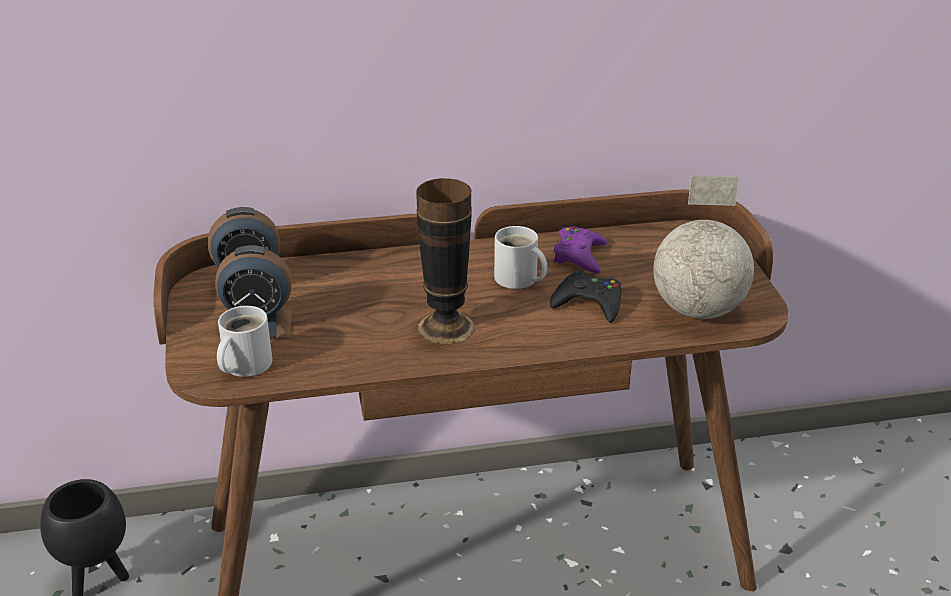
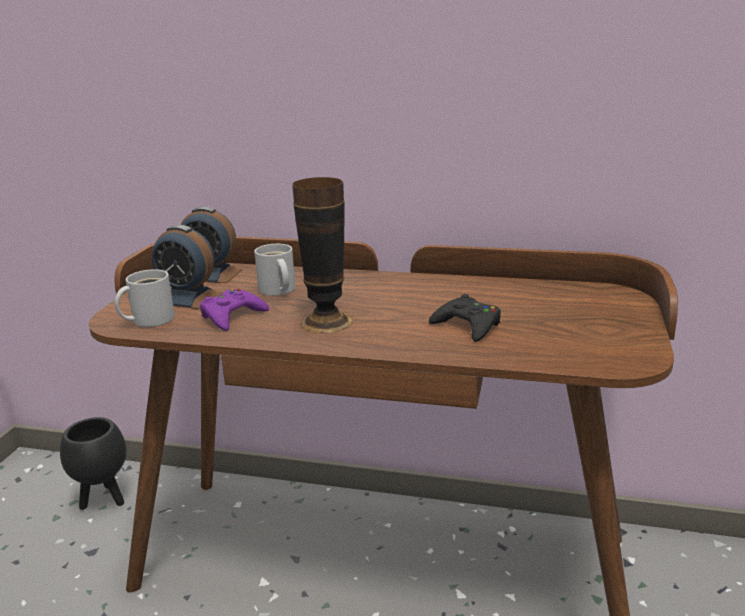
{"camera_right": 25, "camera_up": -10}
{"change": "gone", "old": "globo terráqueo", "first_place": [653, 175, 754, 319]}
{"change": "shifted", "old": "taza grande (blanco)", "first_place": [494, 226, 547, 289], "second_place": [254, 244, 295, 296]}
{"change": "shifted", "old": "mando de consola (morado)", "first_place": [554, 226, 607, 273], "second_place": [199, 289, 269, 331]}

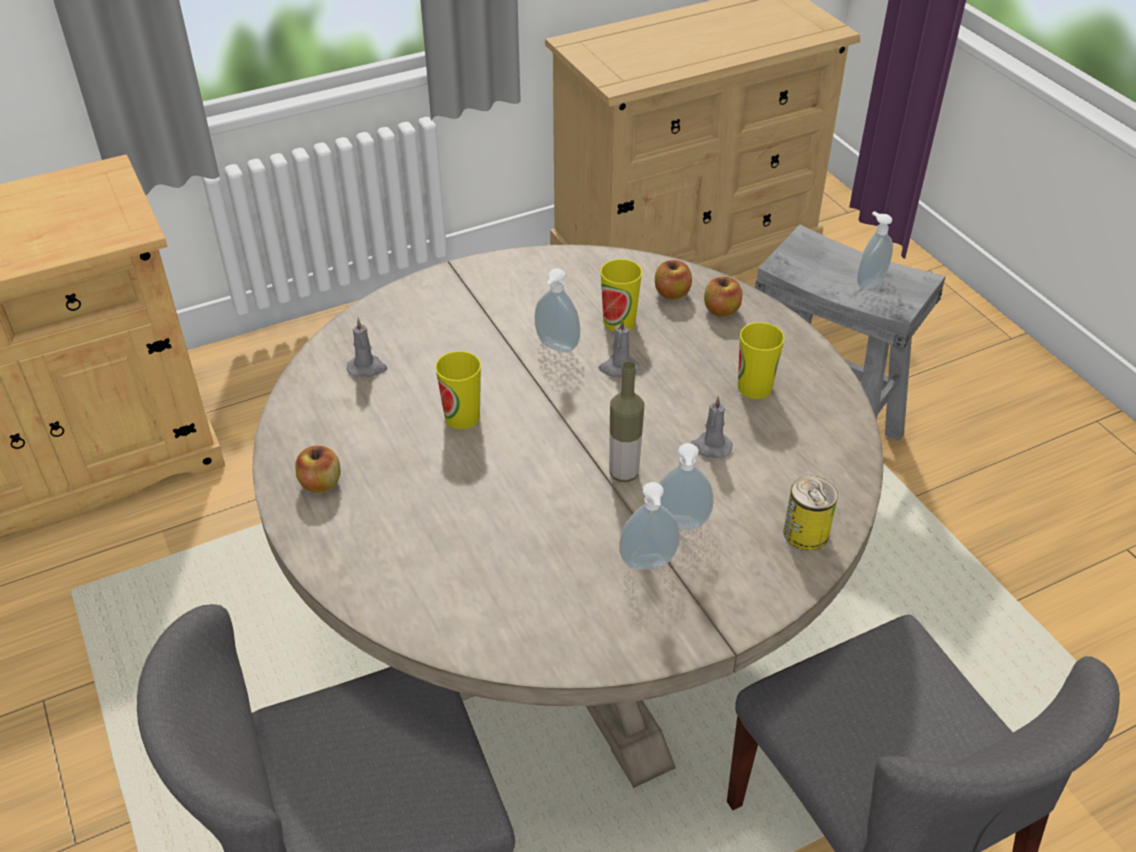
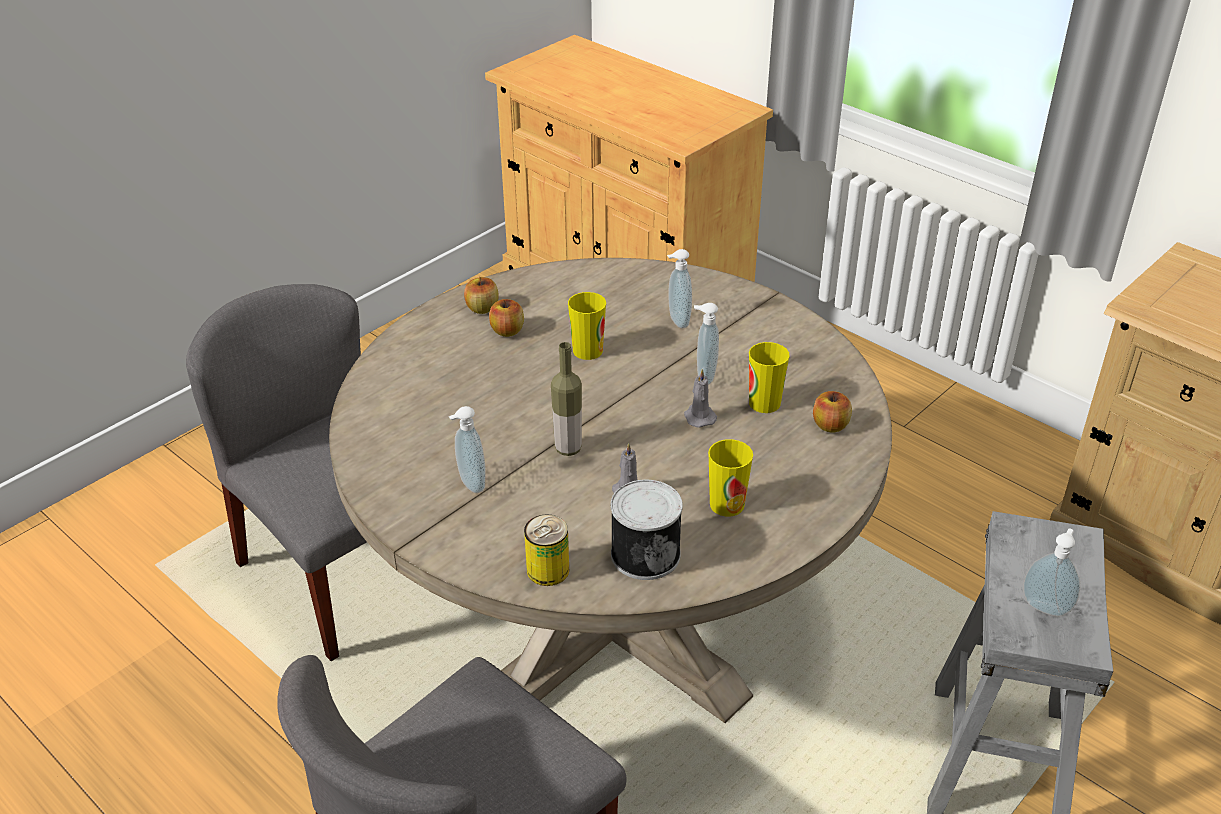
{"camera_right": 70, "camera_up": -5}
{"change": "shifted", "old": "manzana", "first_place": [704, 277, 742, 317], "second_place": [489, 299, 524, 337]}
{"change": "gone", "old": "vela (gris)", "first_place": [347, 318, 387, 377]}
{"change": "shifted", "old": "dispensador de jabón", "first_place": [659, 443, 714, 530], "second_place": [667, 249, 692, 328]}
{"change": "new", "new": "lata", "second_place": [611, 480, 683, 580]}

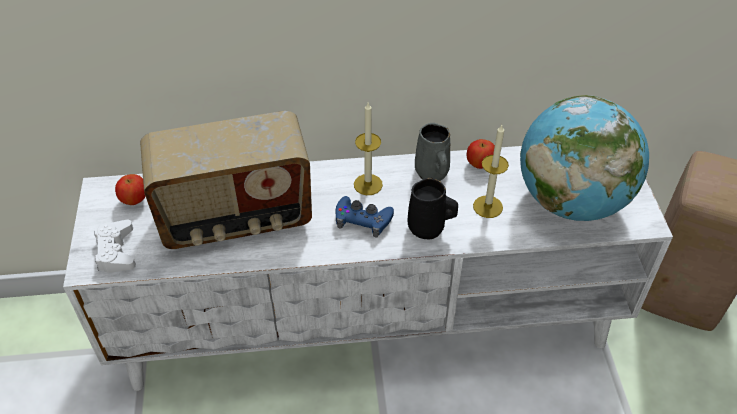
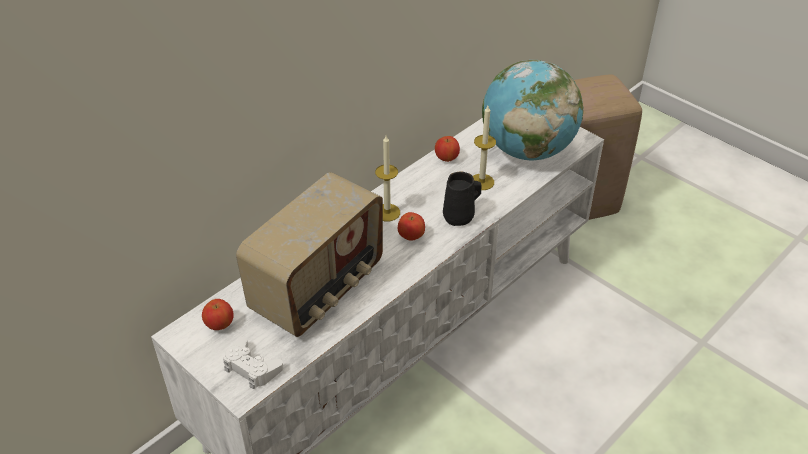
{"camera_right": -40, "camera_up": -5}
{"change": "gone", "old": "taza grande (gris)", "first_place": [415, 123, 450, 181]}
{"change": "swapped", "old": "mando de consola (azul)", "new": "manzana", "first_place": [336, 196, 394, 238], "second_place": [398, 212, 425, 241]}

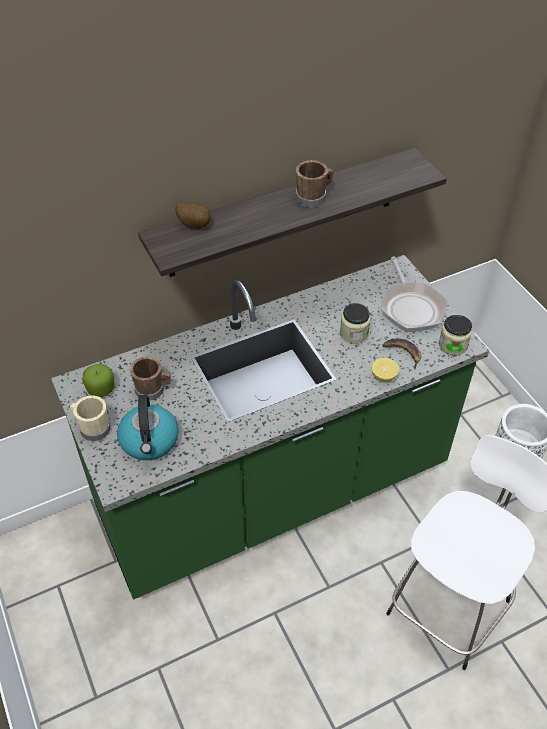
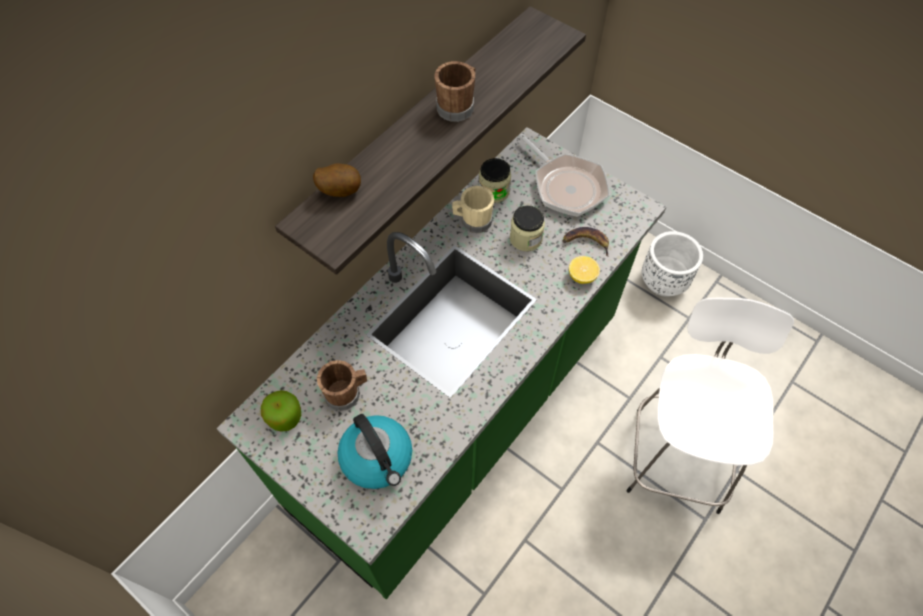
{"camera_right": -25, "camera_up": 10}
{"change": "shifted", "old": "tarro", "first_place": [439, 315, 472, 355], "second_place": [479, 158, 511, 203]}
{"change": "shifted", "old": "taza grande (beis)", "first_place": [70, 395, 111, 441], "second_place": [452, 186, 494, 233]}

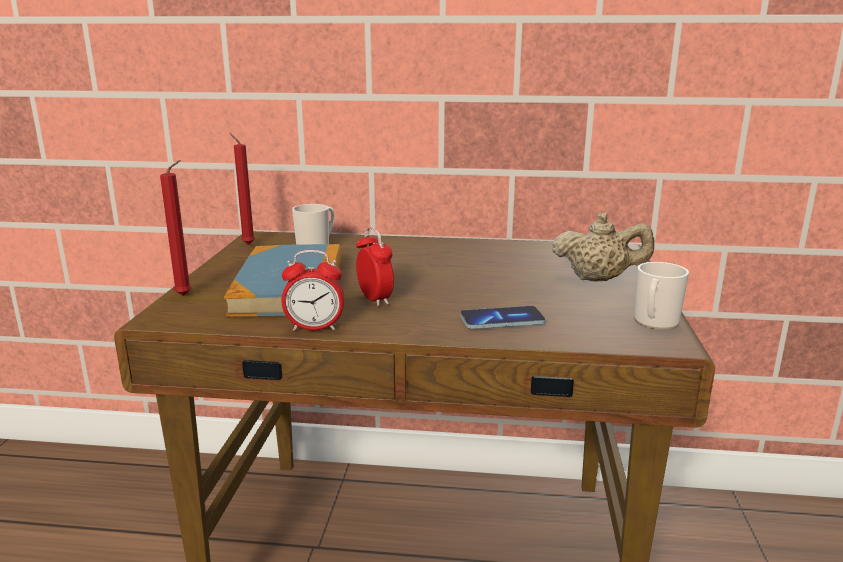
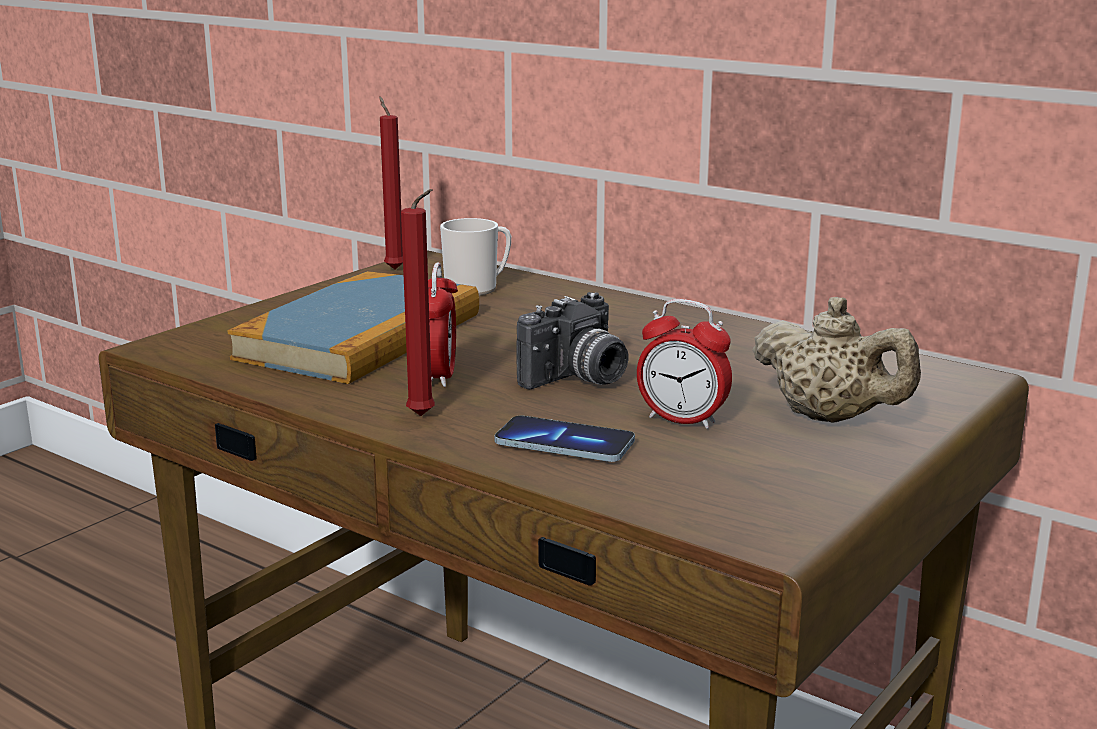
{"camera_right": 30, "camera_up": 0}
{"change": "shifted", "old": "vela (rojo)", "first_place": [160, 160, 192, 296], "second_place": [401, 189, 435, 416]}
{"change": "shifted", "old": "despertador", "first_place": [282, 250, 344, 331], "second_place": [637, 299, 732, 429]}
{"change": "gone", "old": "taza grande", "first_place": [634, 262, 689, 330]}
{"change": "new", "new": "cámara", "second_place": [516, 292, 628, 389]}

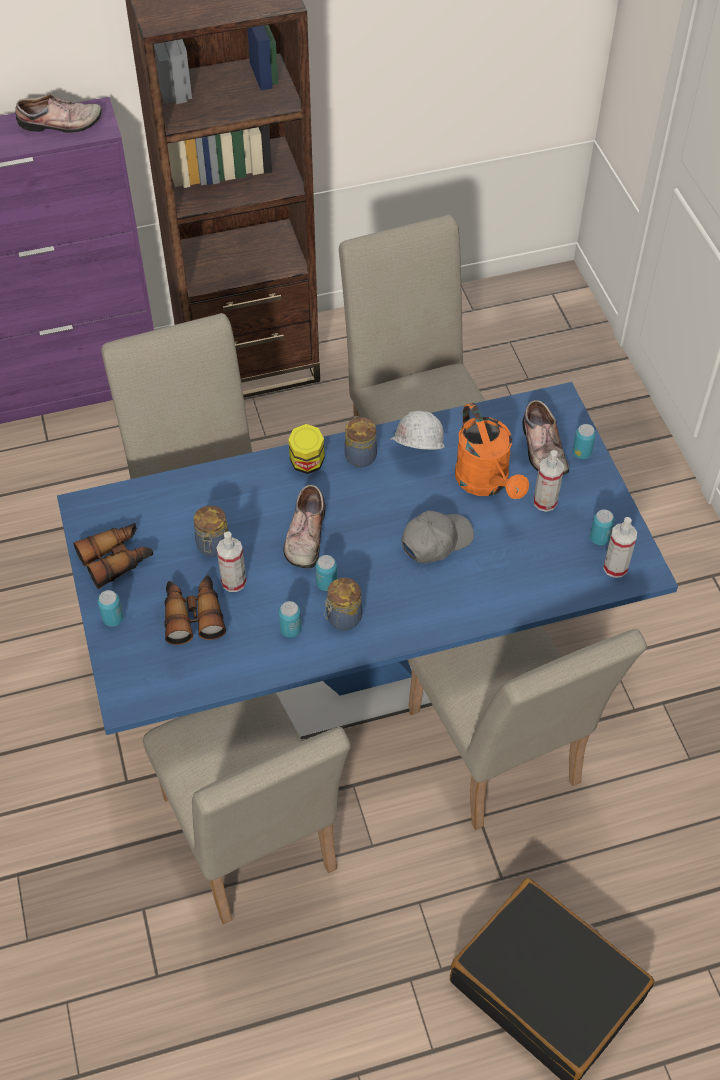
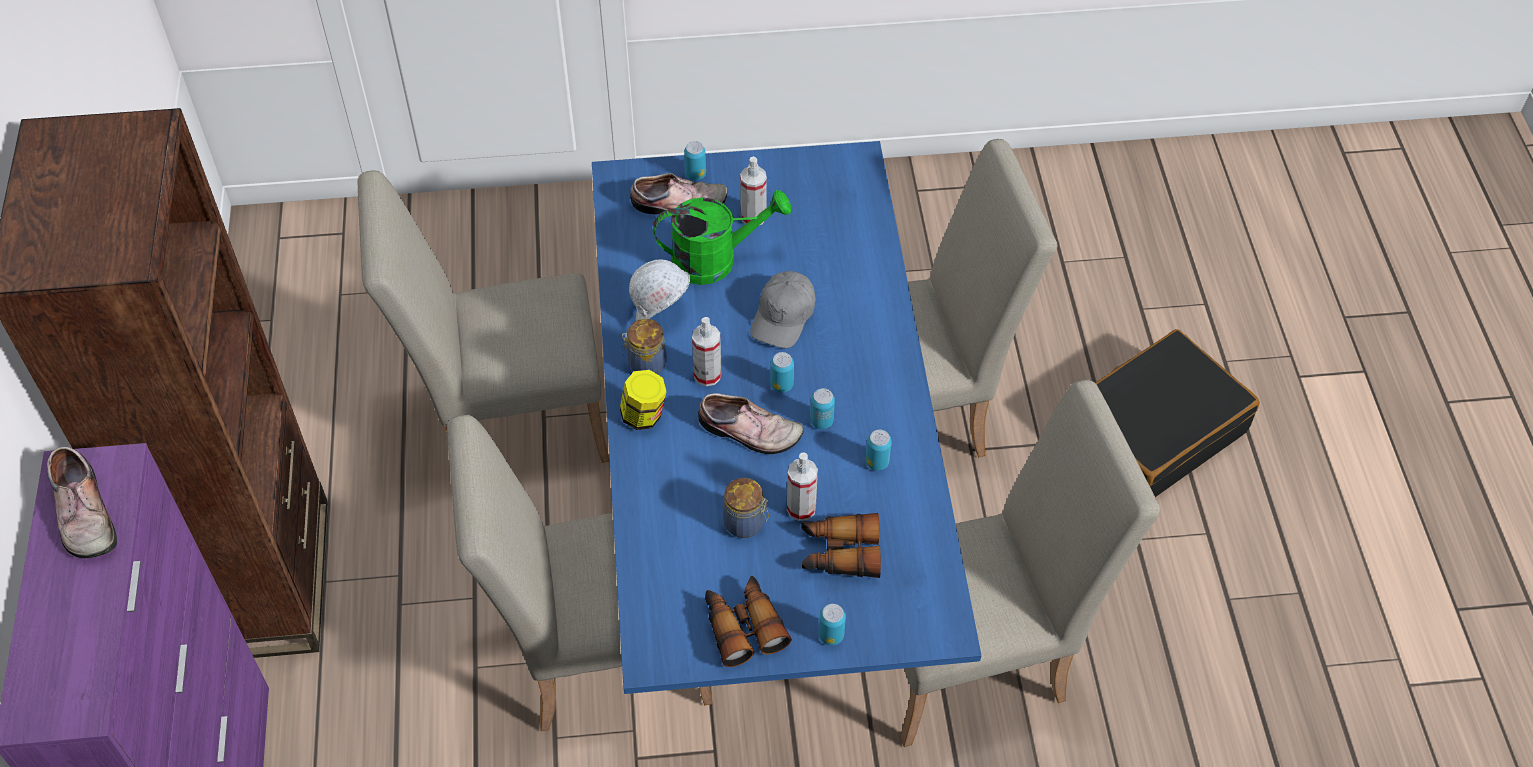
{"camera_right": -80, "camera_up": 0}
{"change": "rotated", "old": "zapato", "first_place": [15, 94, 102, 133], "second_place": [47, 447, 117, 558], "degrees": 150}
{"change": "repainted", "old": "regadera (naranja)", "new": "regadera (verde)", "first_place": [455, 403, 529, 499], "second_place": [653, 190, 791, 285]}
{"change": "shifted", "old": "lata", "first_place": [590, 510, 614, 545], "second_place": [770, 352, 794, 393]}
{"change": "rotated", "old": "gorra (gris)", "first_place": [401, 511, 474, 563], "second_place": [750, 271, 816, 348], "degrees": -135}
{"change": "shifted", "old": "pulverizador", "first_place": [603, 517, 637, 578], "second_place": [692, 317, 721, 386]}
{"change": "gone", "old": "tarro", "first_place": [324, 578, 362, 630]}

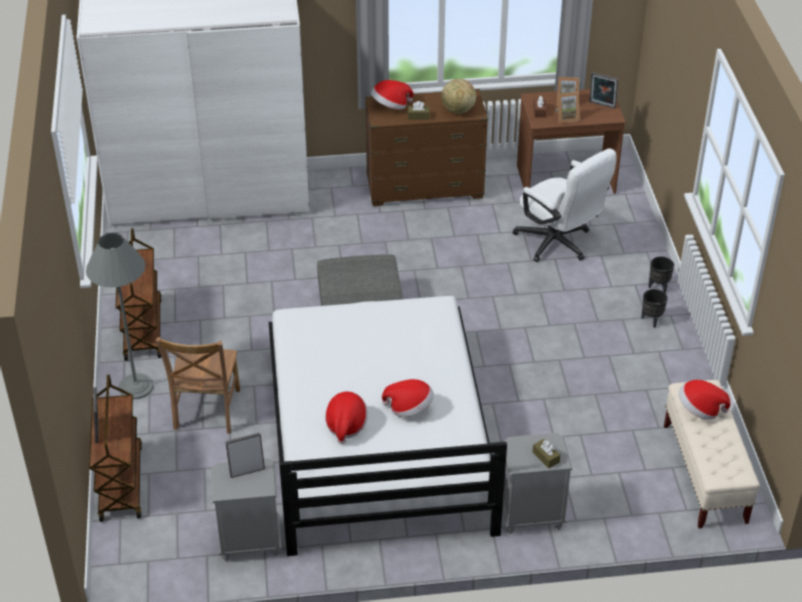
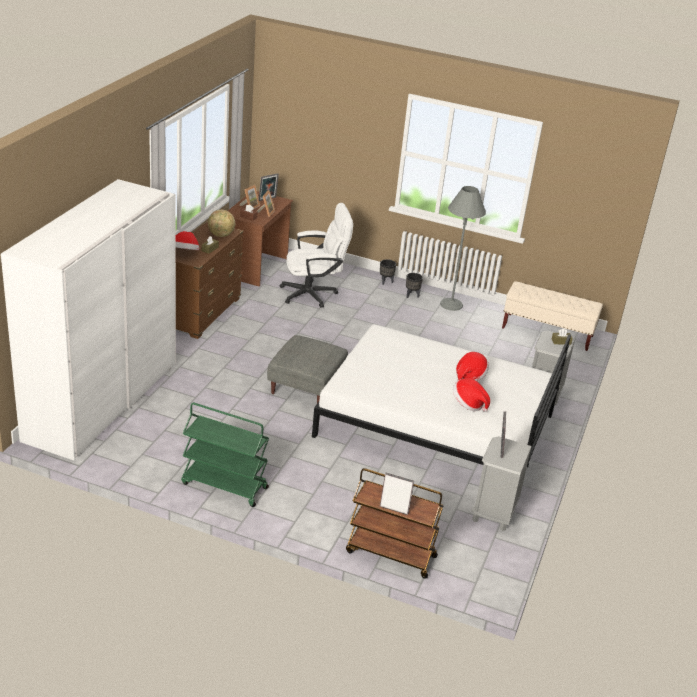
{"camera_right": -65, "camera_up": -10}
{"change": "repainted", "old": "carrito (marrón)", "new": "carrito (verde)", "first_place": [116, 228, 162, 361], "second_place": [181, 403, 269, 507]}
{"change": "shifted", "old": "lámpara de pie (gris)", "first_place": [86, 233, 154, 399], "second_place": [440, 186, 486, 311]}
{"change": "gone", "old": "silla (marrón)", "first_place": [155, 337, 240, 434]}
{"change": "gone", "old": "sombrero", "first_place": [679, 380, 730, 420]}

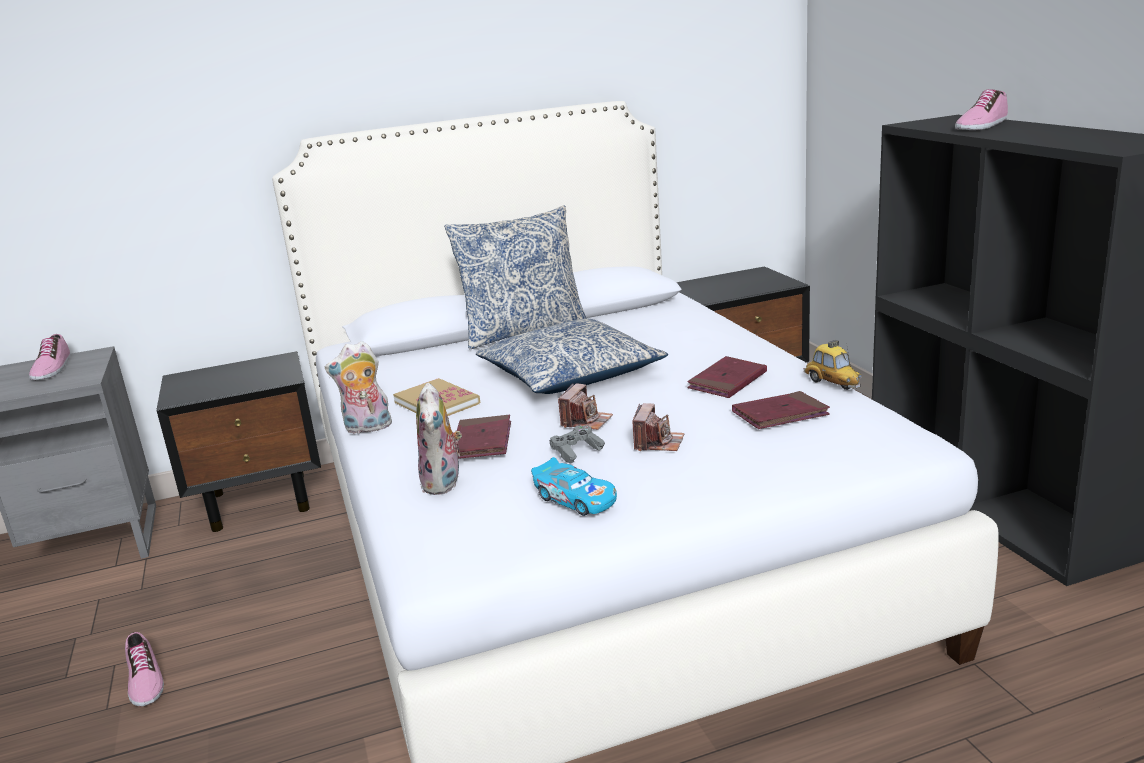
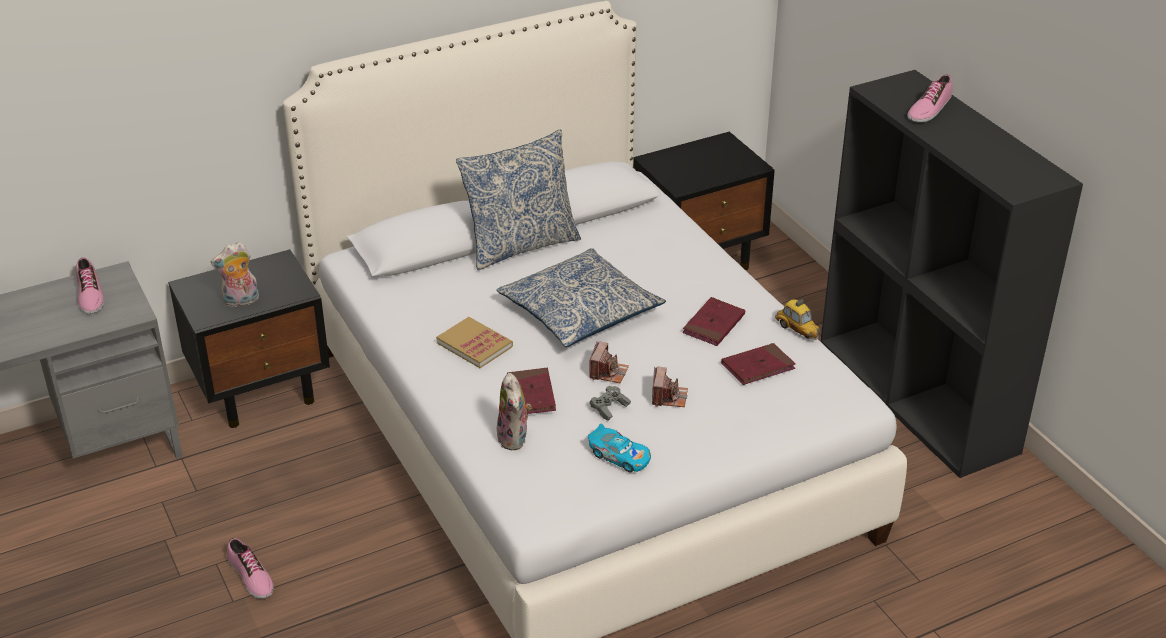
{"camera_right": -10, "camera_up": 15}
{"change": "shifted", "old": "peluche", "first_place": [325, 341, 392, 434], "second_place": [210, 242, 259, 307]}

